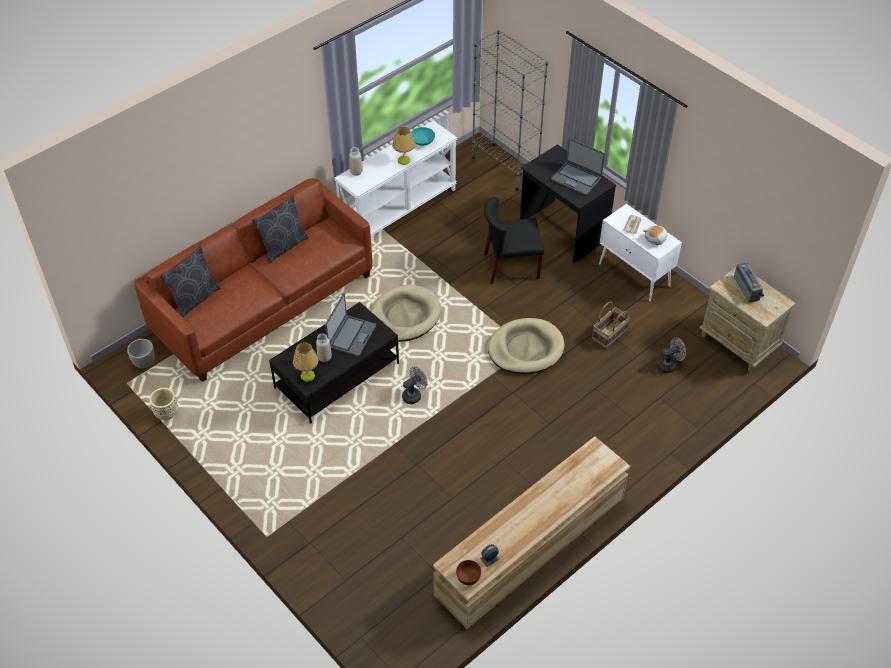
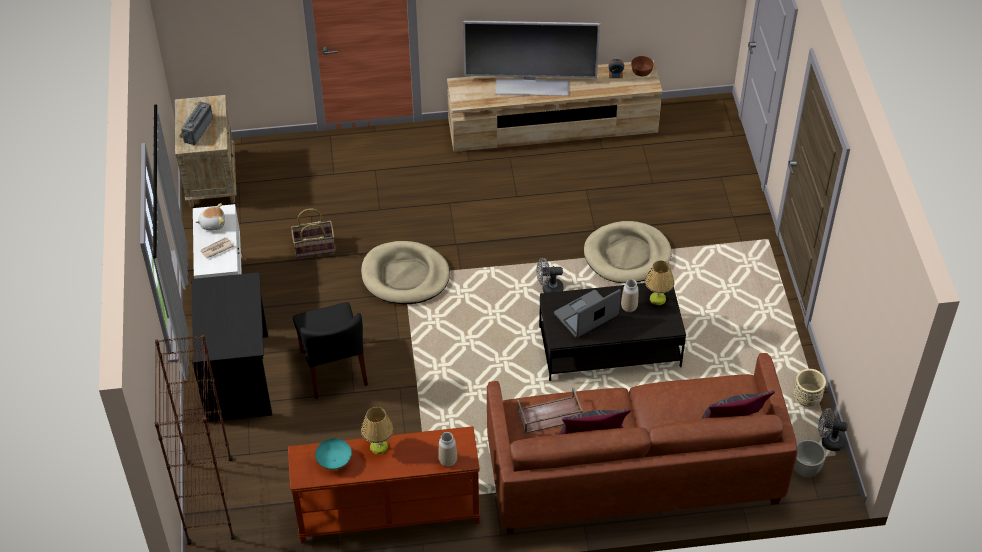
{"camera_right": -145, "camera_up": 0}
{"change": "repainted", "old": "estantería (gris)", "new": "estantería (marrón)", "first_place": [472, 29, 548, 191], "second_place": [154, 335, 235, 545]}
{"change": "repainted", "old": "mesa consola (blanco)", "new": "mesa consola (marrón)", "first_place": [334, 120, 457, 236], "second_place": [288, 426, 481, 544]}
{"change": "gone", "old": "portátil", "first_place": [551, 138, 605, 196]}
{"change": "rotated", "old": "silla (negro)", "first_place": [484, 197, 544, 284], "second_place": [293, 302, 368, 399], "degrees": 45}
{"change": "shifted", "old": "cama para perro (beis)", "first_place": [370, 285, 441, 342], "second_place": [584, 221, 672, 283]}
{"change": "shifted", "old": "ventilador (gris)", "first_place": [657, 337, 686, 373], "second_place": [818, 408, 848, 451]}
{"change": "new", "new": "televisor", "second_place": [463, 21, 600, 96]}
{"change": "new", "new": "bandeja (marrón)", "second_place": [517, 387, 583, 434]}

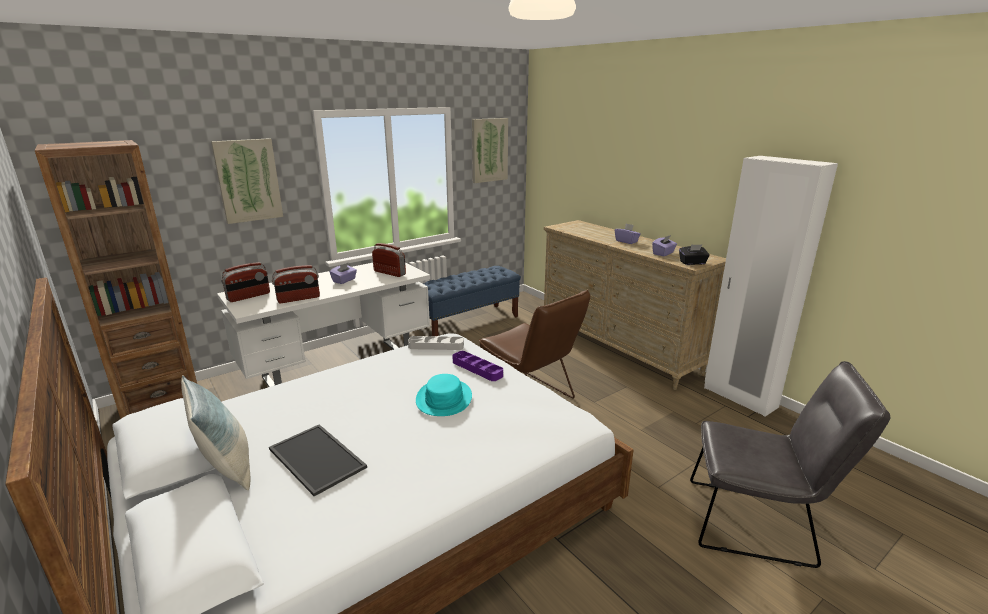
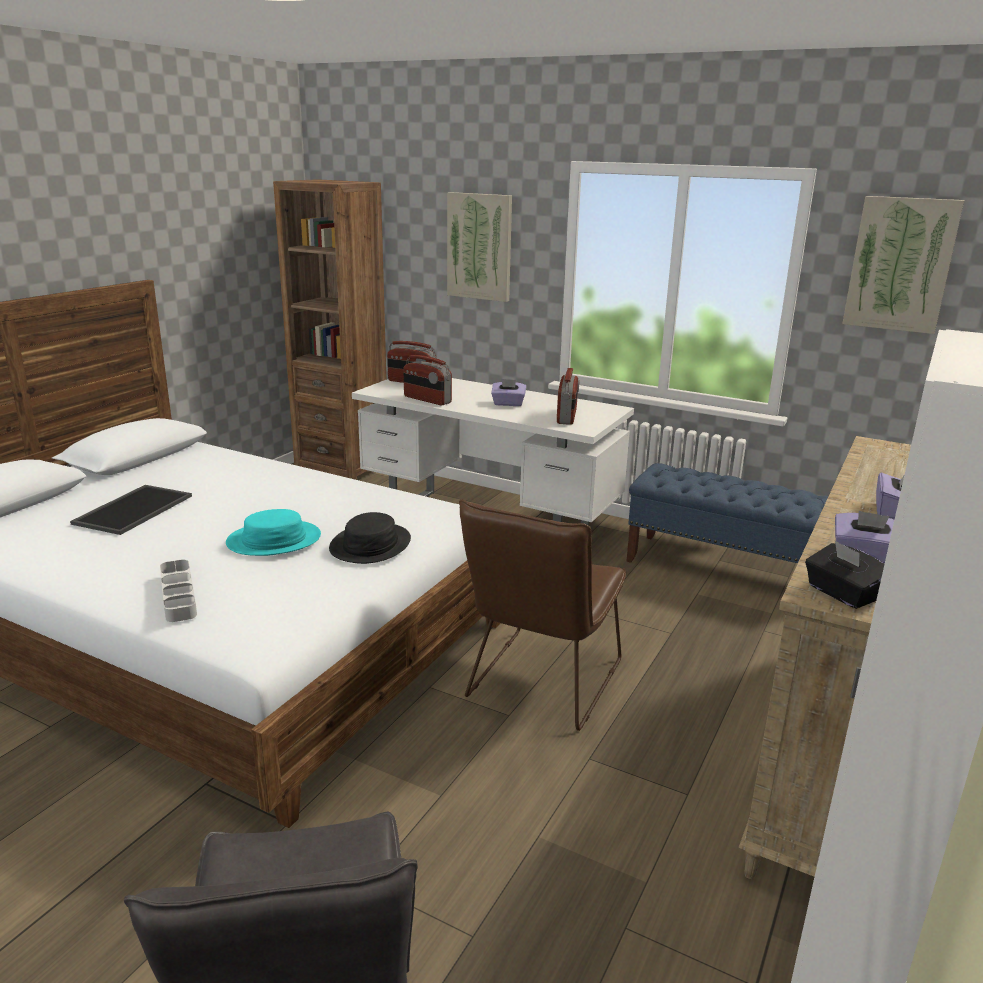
{"camera_right": 65, "camera_up": 0}
{"change": "shifted", "old": "bandeja (gris)", "first_place": [408, 336, 464, 350], "second_place": [160, 560, 197, 622]}
{"change": "swapped", "old": "bandeja (morado)", "new": "sombrero (negro)", "first_place": [452, 351, 503, 381], "second_place": [329, 512, 411, 564]}
{"change": "gone", "old": "cojín", "first_place": [181, 376, 250, 490]}

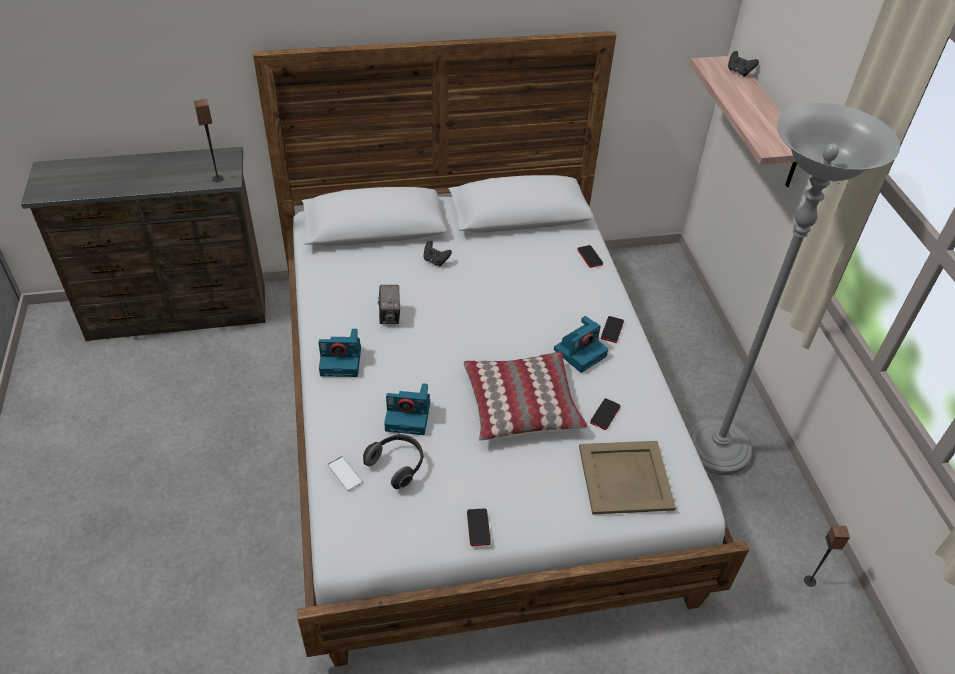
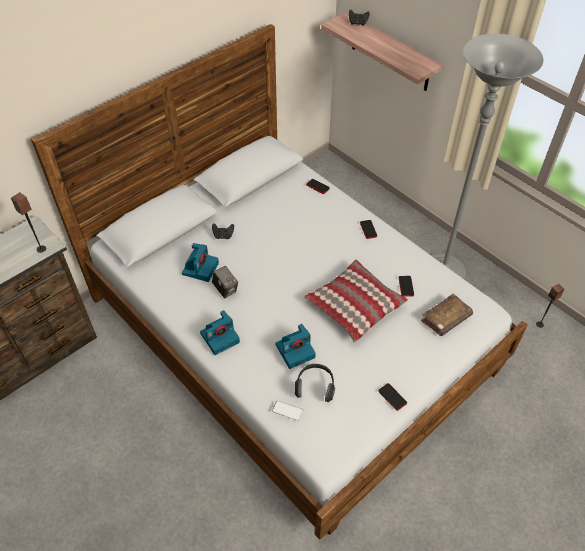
{"camera_right": -30, "camera_up": 5}
{"change": "shifted", "old": "cámara", "first_place": [554, 316, 608, 373], "second_place": [182, 243, 219, 282]}
{"change": "swapped", "old": "bandeja (beis)", "new": "libro (marrón)", "first_place": [579, 441, 676, 515], "second_place": [421, 294, 473, 336]}

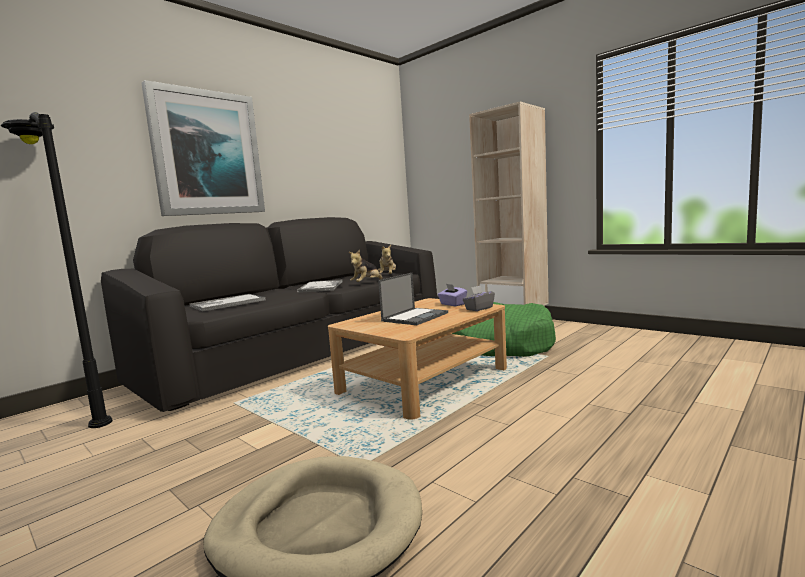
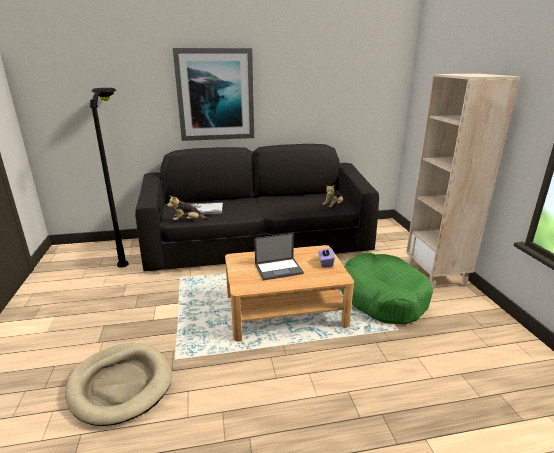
{"camera_right": 35, "camera_up": 15}
{"change": "shifted", "old": "peluche", "first_place": [349, 250, 383, 282], "second_place": [167, 195, 208, 220]}
{"change": "gone", "old": "bandeja", "first_place": [297, 279, 342, 293]}
{"change": "gone", "old": "caja de pañuelos (gris)", "first_place": [463, 285, 495, 311]}

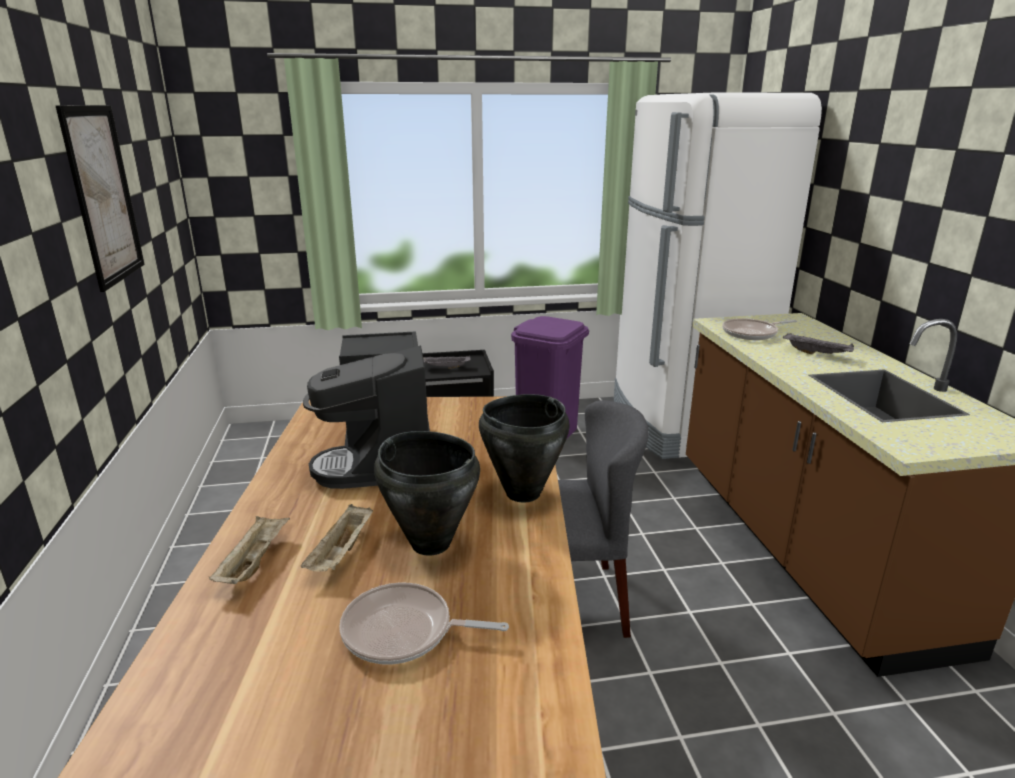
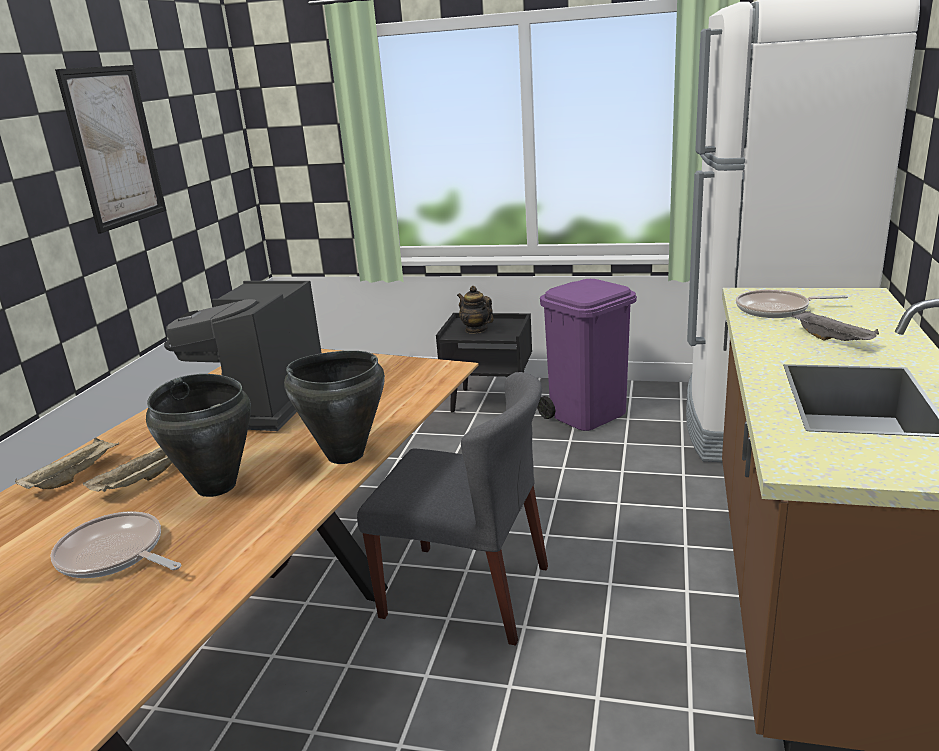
{"camera_right": 25, "camera_up": 0}
{"change": "swapped", "old": "bandeja (gris)", "new": "tetera", "first_place": [423, 355, 470, 369], "second_place": [457, 286, 494, 334]}

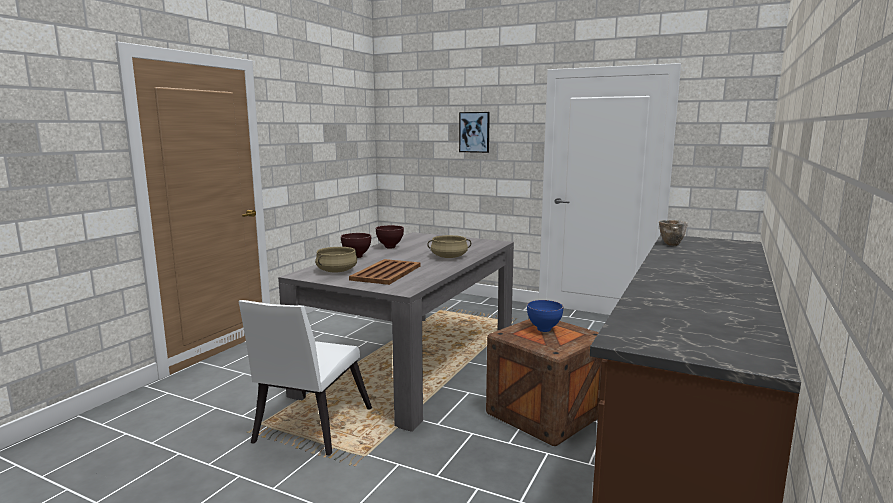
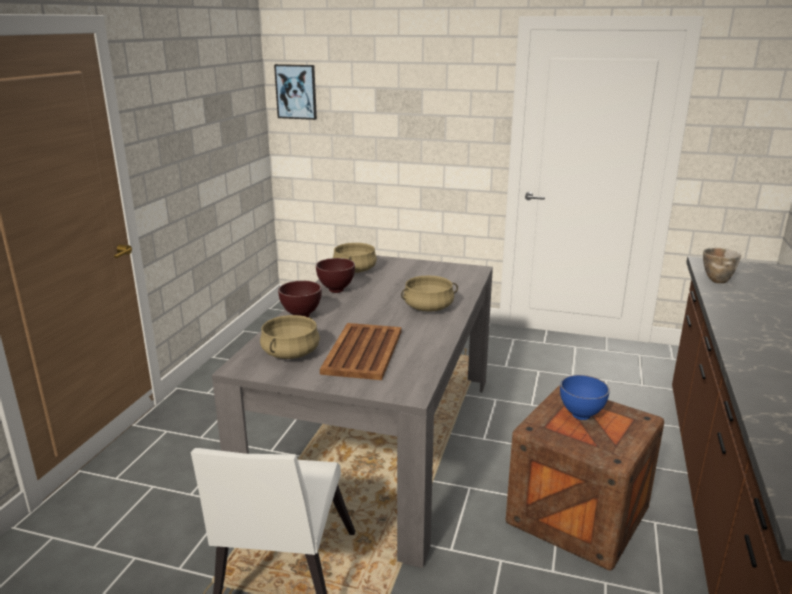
{"camera_right": -10, "camera_up": 10}
{"change": "shifted", "old": "cuadro", "first_place": [459, 112, 490, 153], "second_place": [274, 64, 317, 120]}
{"change": "new", "new": "olla (beis)", "second_place": [333, 243, 377, 273]}

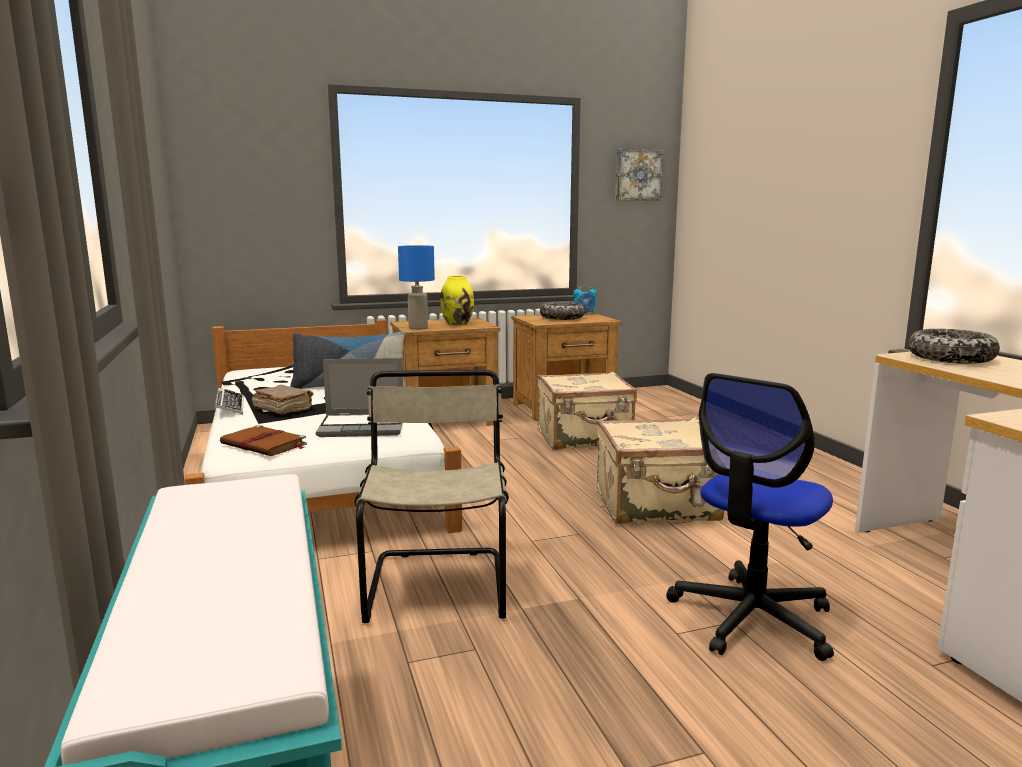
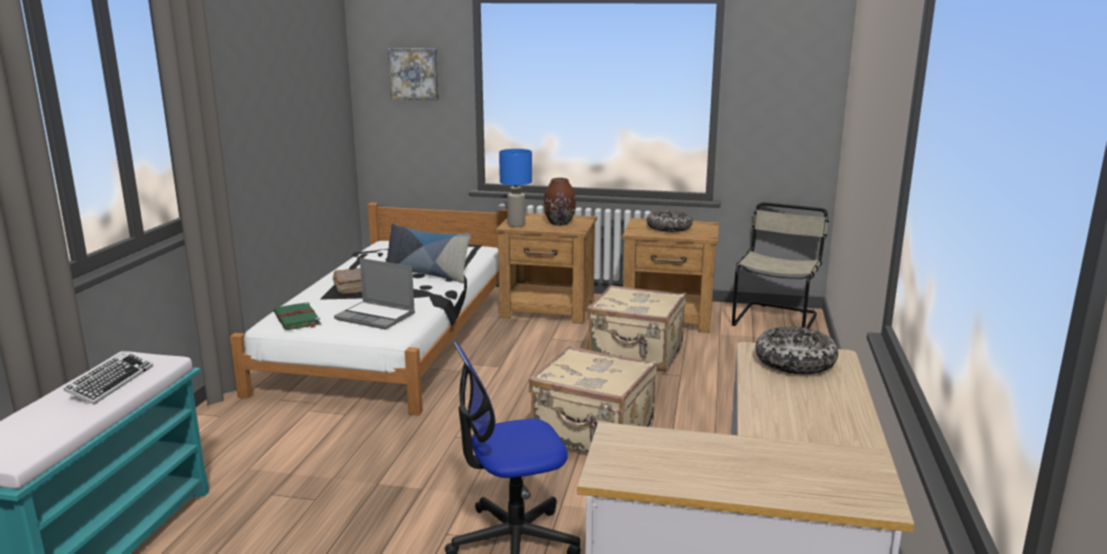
{"camera_right": 30, "camera_up": 5}
{"change": "shifted", "old": "cuadro", "first_place": [615, 149, 663, 201], "second_place": [388, 48, 439, 100]}
{"change": "repainted", "old": "florero (amarillo)", "new": "florero (marrón)", "first_place": [440, 276, 474, 325], "second_place": [544, 178, 576, 226]}
{"change": "gone", "old": "despertador", "first_place": [573, 285, 597, 314]}
{"change": "shifted", "old": "silla (beis)", "first_place": [354, 370, 509, 623], "second_place": [732, 202, 829, 328]}
{"change": "shifted", "old": "teclado", "first_place": [214, 388, 244, 414], "second_place": [63, 351, 153, 404]}
{"change": "repainted", "old": "libro (marrón)", "new": "libro (verde)", "first_place": [220, 425, 307, 456], "second_place": [273, 302, 321, 330]}

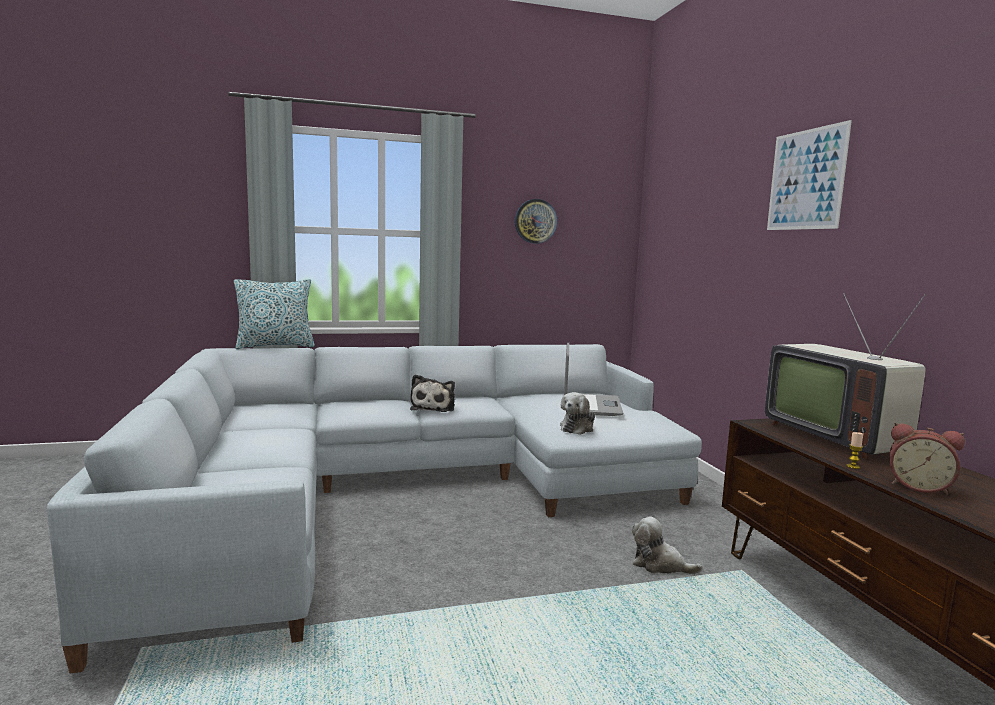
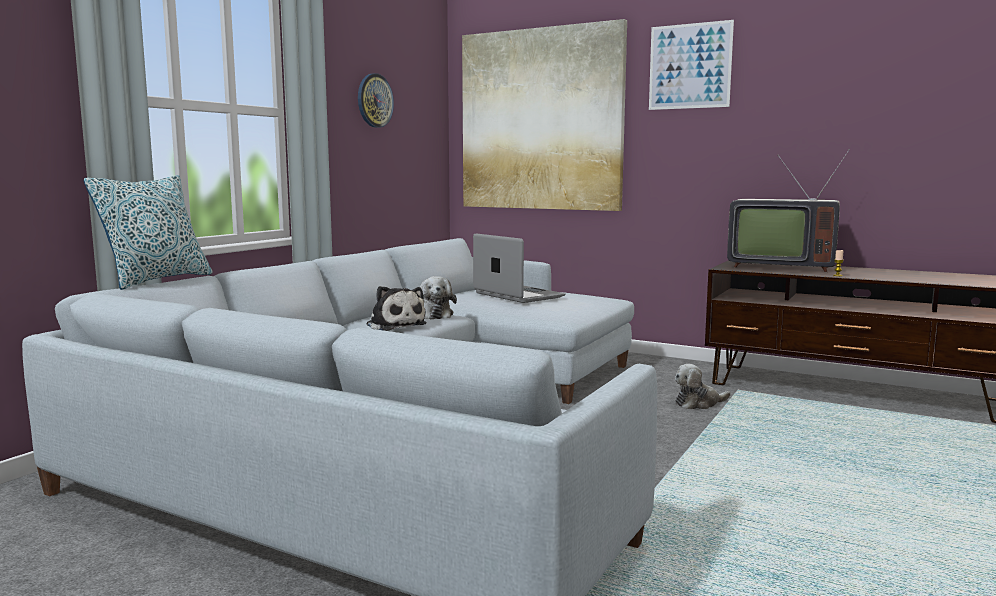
{"camera_right": -45, "camera_up": 0}
{"change": "shifted", "old": "peluche", "first_place": [560, 392, 595, 435], "second_place": [420, 276, 457, 319]}
{"change": "gone", "old": "despertador", "first_place": [890, 423, 965, 495]}
{"change": "new", "new": "cuadro", "second_place": [462, 19, 627, 211]}

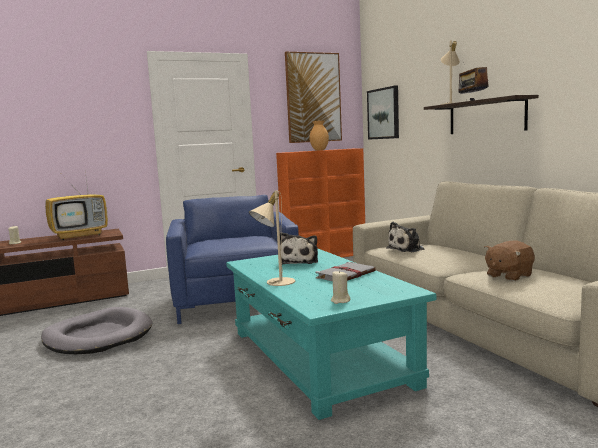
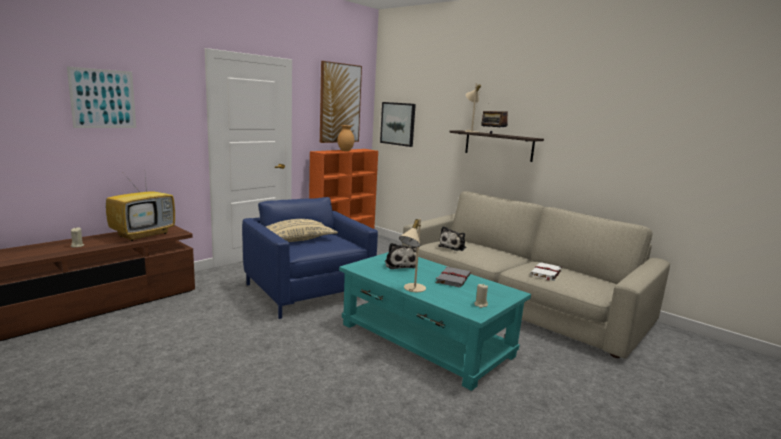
{"camera_right": -25, "camera_up": 5}
{"change": "swapped", "old": "peluche (marrón)", "new": "libro (blanco)", "first_place": [484, 241, 535, 281], "second_place": [530, 262, 562, 281]}
{"change": "gone", "old": "cama para perro (gris)", "first_place": [41, 307, 152, 354]}
{"change": "new", "new": "cuadro", "second_place": [67, 66, 136, 128]}
{"change": "new", "new": "cojín (beis)", "second_place": [266, 219, 338, 242]}

